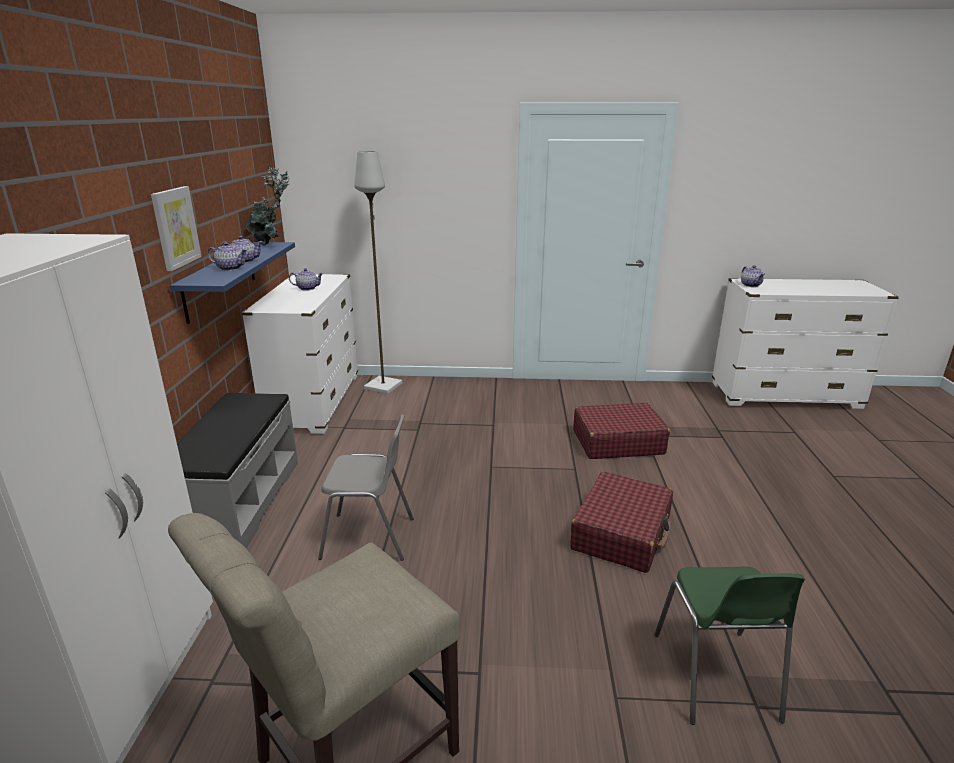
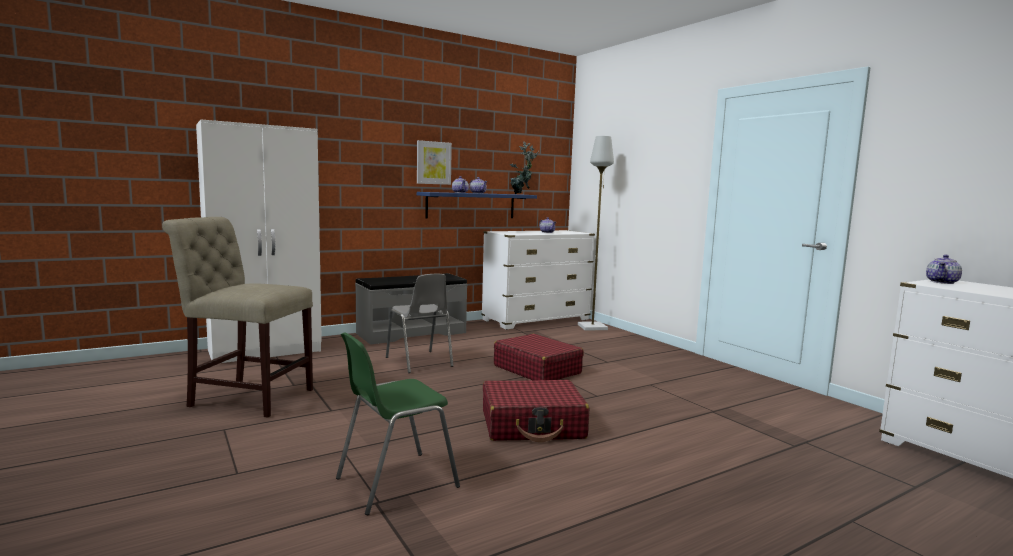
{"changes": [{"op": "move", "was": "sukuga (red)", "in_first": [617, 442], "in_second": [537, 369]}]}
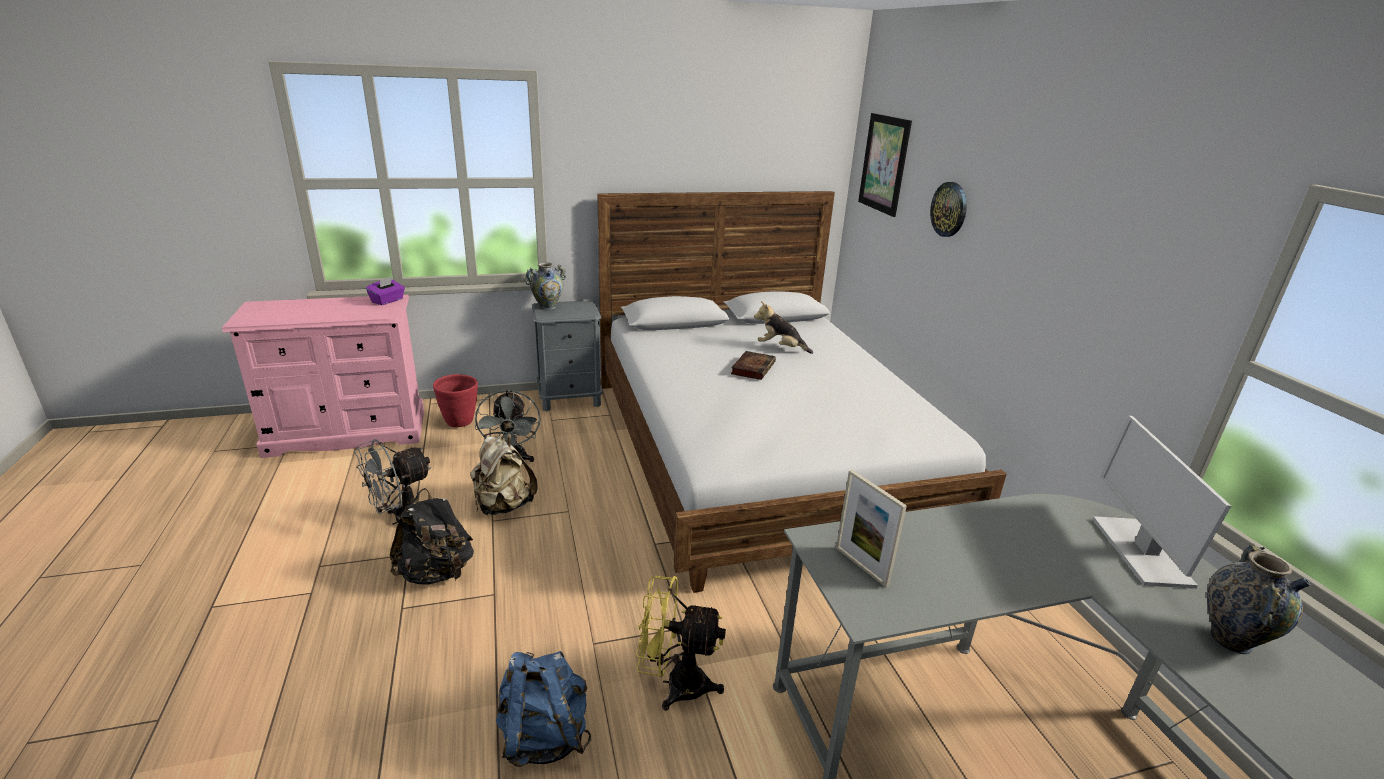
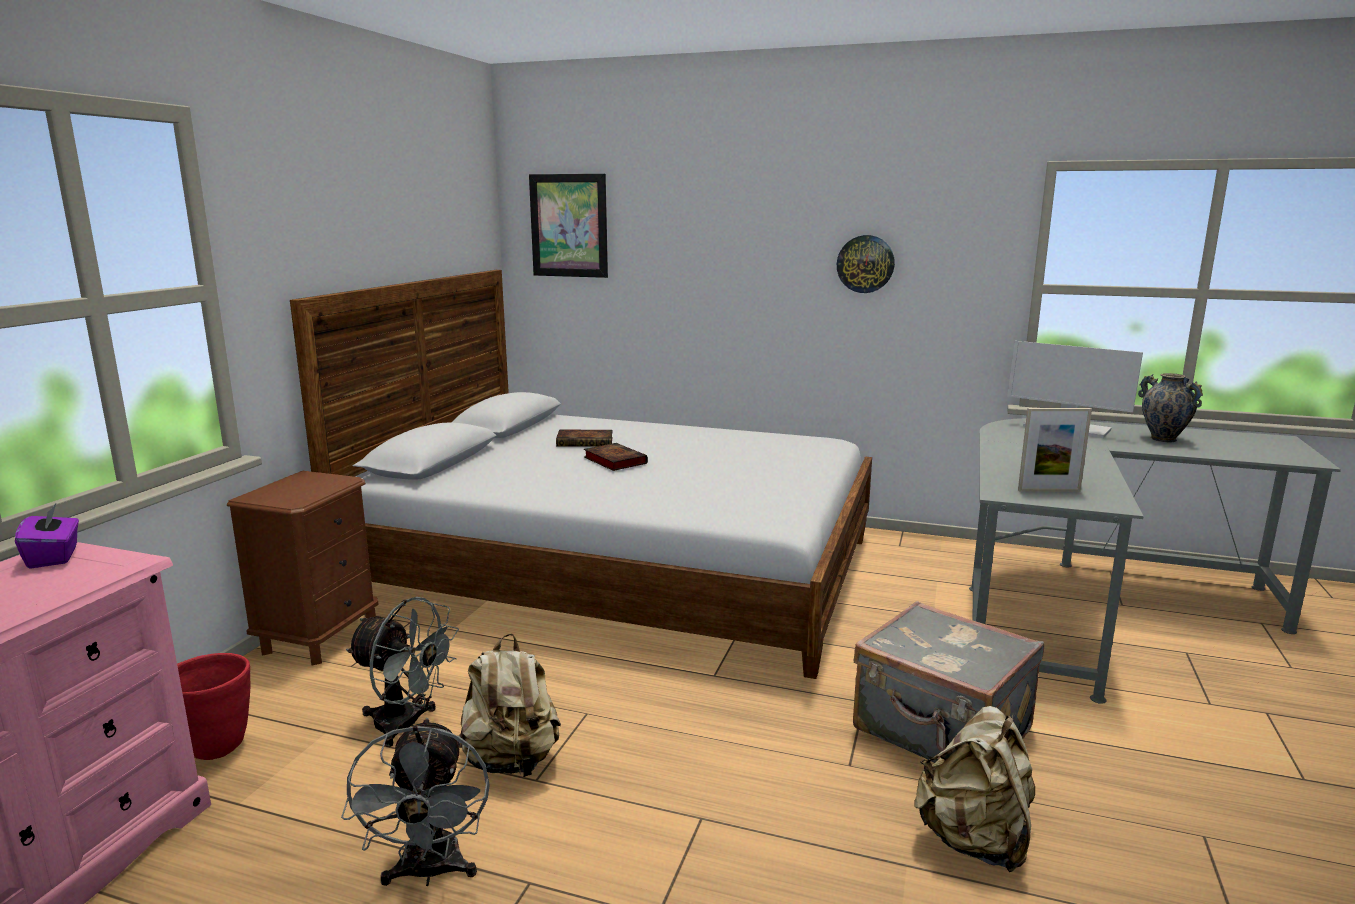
{"changes": [{"op": "delete", "was": "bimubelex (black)", "in_first": [436, 573]}, {"op": "recolor", "was": "bimubelex (blue)", "now": "bimubelex (beige)", "in_first": [543, 736], "in_second": [974, 840]}, {"op": "delete", "was": "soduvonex", "in_first": [547, 307]}, {"op": "recolor", "was": "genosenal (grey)", "now": "genosenal (brown)", "in_first": [570, 399], "in_second": [320, 637]}, {"op": "replace", "was": "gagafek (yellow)", "now": "sukuga (grey)", "in_first": [675, 684], "in_second": [941, 732]}, {"op": "replace", "was": "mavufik", "now": "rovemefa", "in_first": [780, 348], "in_second": [586, 442]}, {"op": "move", "was": "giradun", "in_first": [949, 209], "in_second": [865, 264]}]}
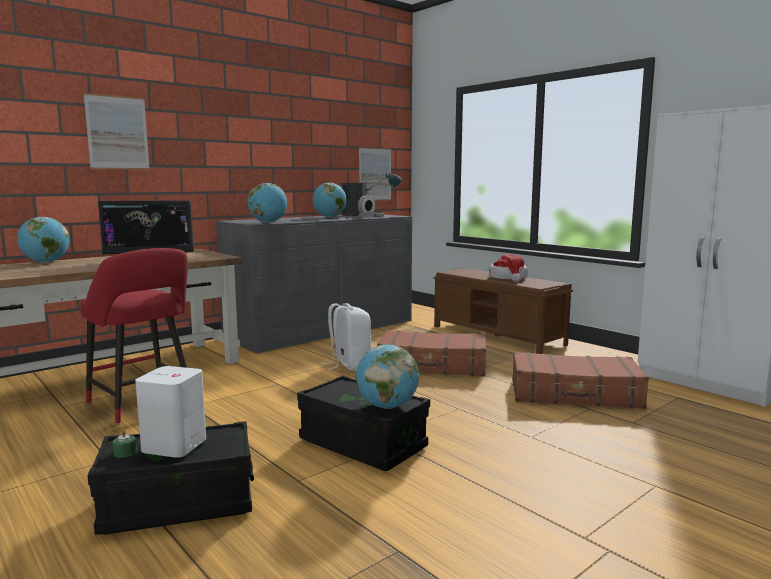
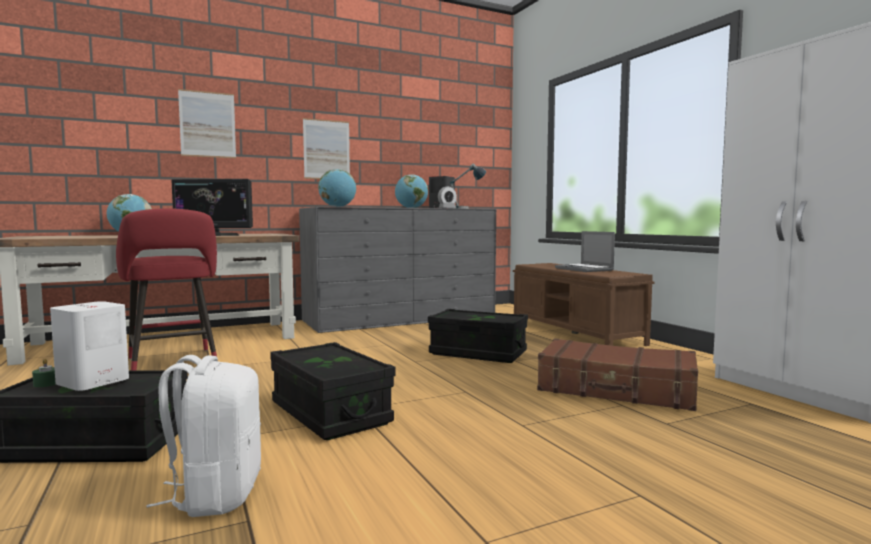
{"changes": [{"op": "move", "was": "bimubelex (white)", "in_first": [349, 365], "in_second": [215, 494]}, {"op": "delete", "was": "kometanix", "in_first": [387, 406]}, {"op": "move", "was": "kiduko", "in_first": [375, 174], "in_second": [326, 149]}, {"op": "replace", "was": "sukuga (brown)", "now": "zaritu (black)", "in_first": [432, 365], "in_second": [478, 353]}, {"op": "replace", "was": "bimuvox", "now": "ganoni", "in_first": [508, 278], "in_second": [585, 269]}]}
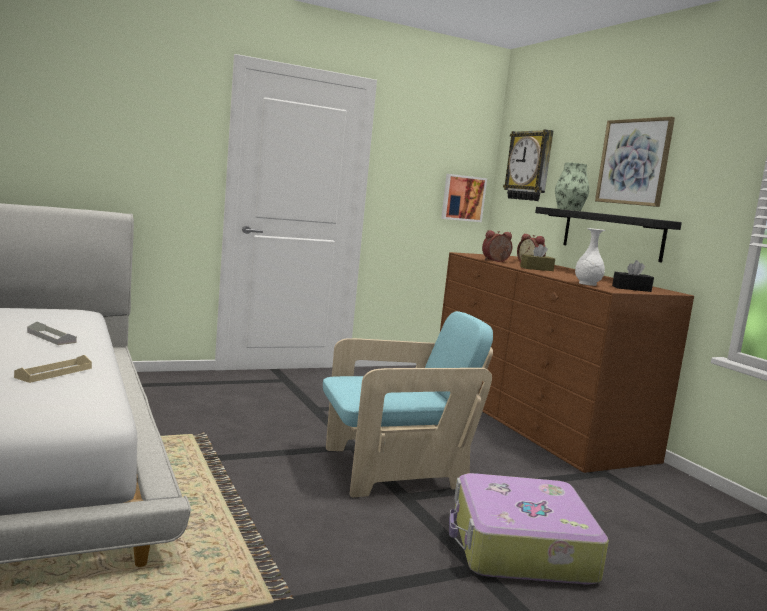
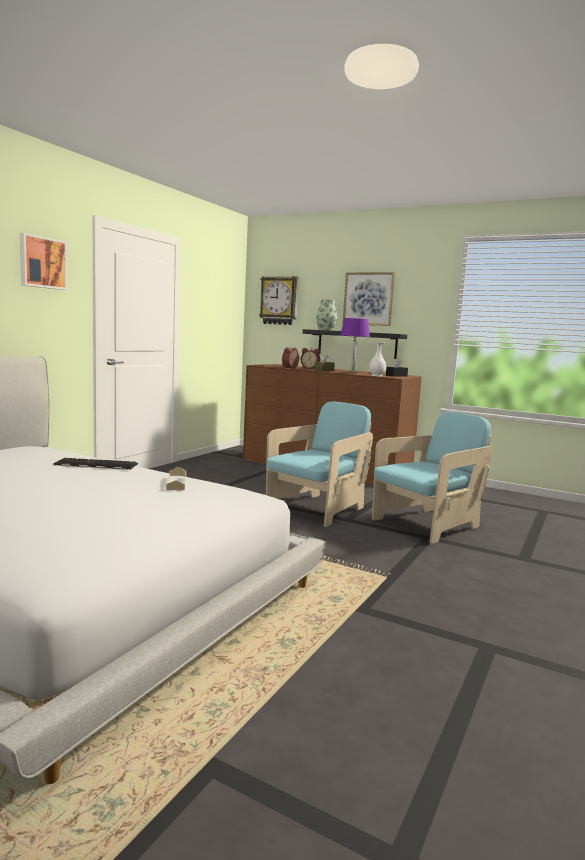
{"changes": [{"op": "replace", "was": "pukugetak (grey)", "now": "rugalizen", "in_first": [51, 337], "in_second": [95, 465]}, {"op": "move", "was": "kiduko", "in_first": [462, 198], "in_second": [42, 262]}, {"op": "replace", "was": "sukuga", "now": "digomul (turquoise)", "in_first": [519, 547], "in_second": [427, 525]}, {"op": "insert", "now": "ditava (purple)", "in_second": [352, 372]}]}
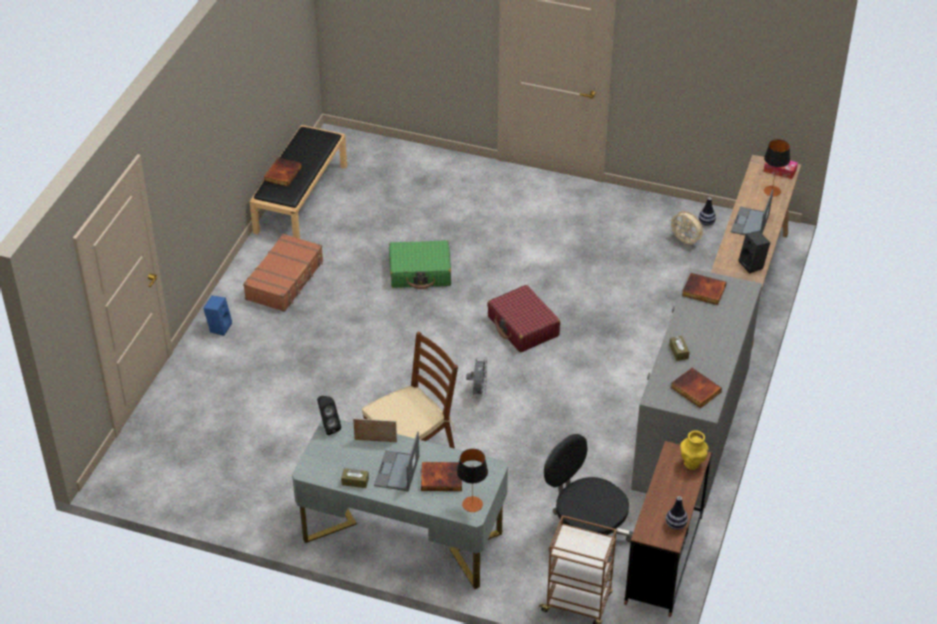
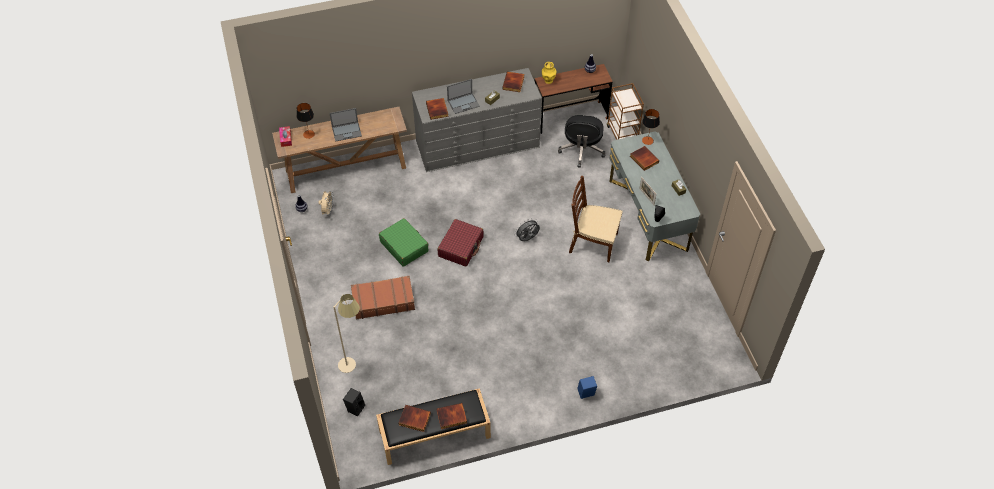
{"changes": [{"op": "move", "was": "sukuga (brown)", "in_first": [285, 280], "in_second": [383, 301]}, {"op": "move", "was": "ganoni", "in_first": [397, 471], "in_second": [463, 103]}, {"op": "move", "was": "sukuga (green)", "in_first": [420, 272], "in_second": [404, 246]}, {"op": "move", "was": "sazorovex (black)", "in_first": [753, 265], "in_second": [355, 407]}, {"op": "insert", "now": "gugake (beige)", "in_second": [354, 366]}, {"op": "insert", "now": "rovemefa", "in_second": [414, 419]}]}
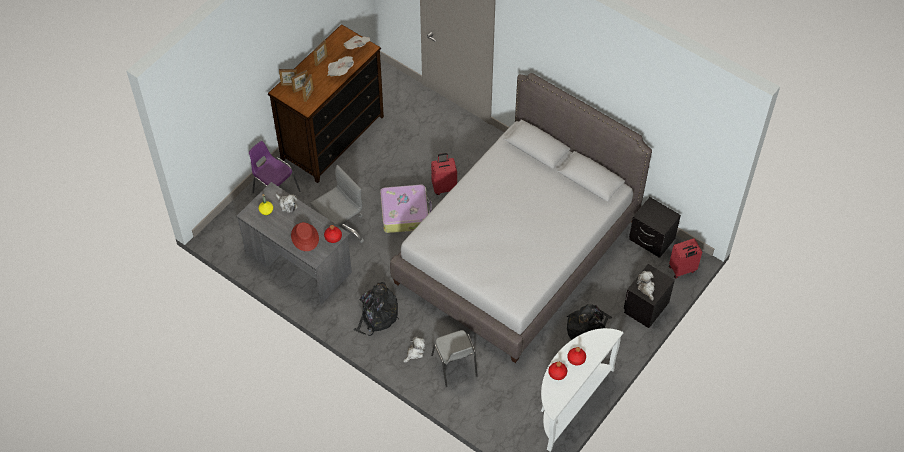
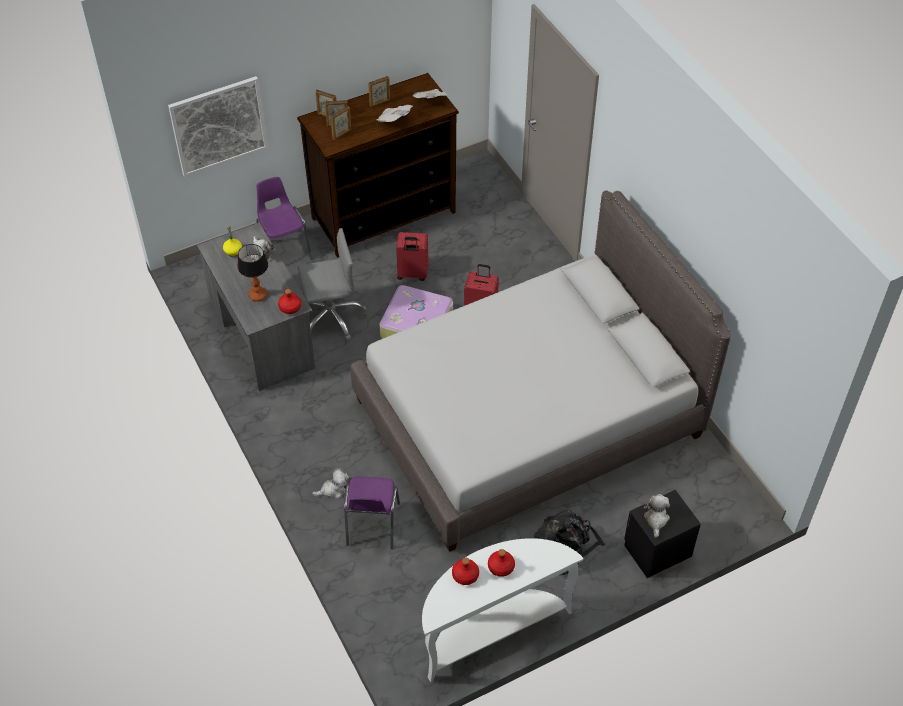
{"changes": [{"op": "replace", "was": "bimuvox (red)", "now": "ditava", "in_first": [305, 237], "in_second": [258, 295]}, {"op": "delete", "was": "bimubelex (black)", "in_first": [377, 316]}, {"op": "recolor", "was": "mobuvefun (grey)", "now": "mobuvefun (purple)", "in_first": [455, 366], "in_second": [372, 525]}, {"op": "delete", "was": "genosenal (black)", "in_first": [651, 240]}, {"op": "move", "was": "sukuga (red)", "in_first": [682, 270], "in_second": [412, 274]}, {"op": "insert", "now": "kiduko", "in_second": [218, 126]}]}
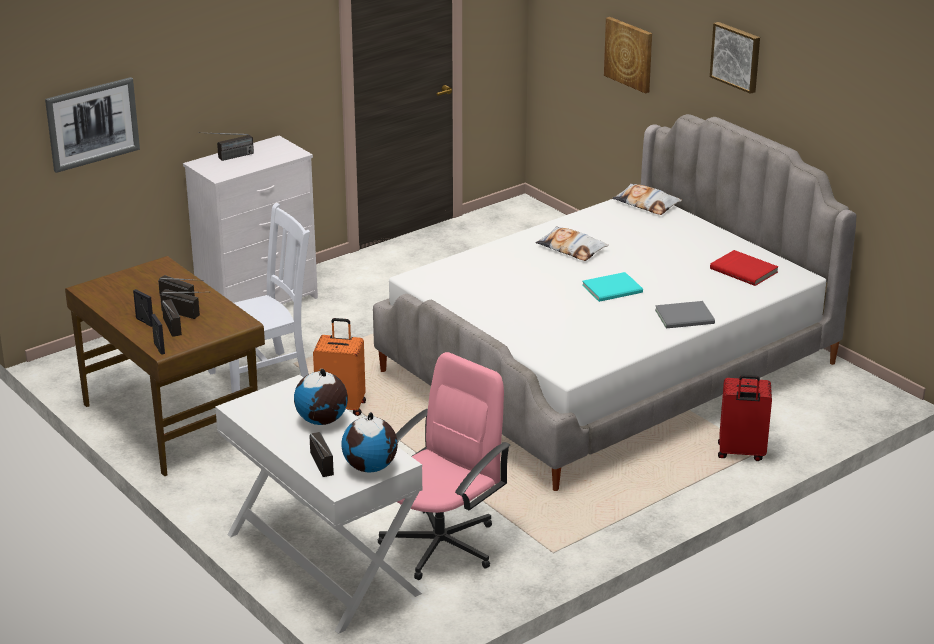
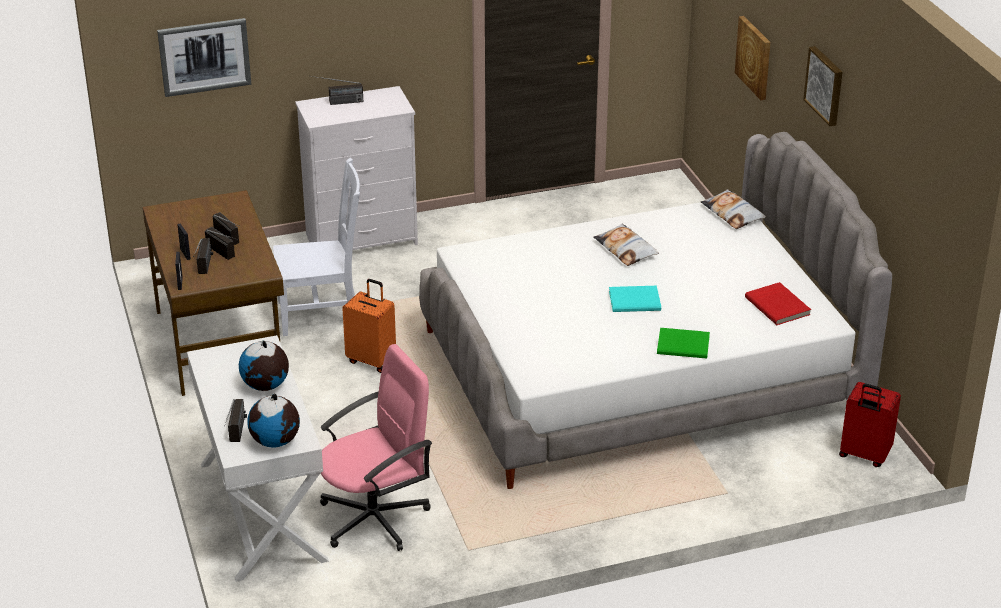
{"changes": [{"op": "recolor", "was": "rovemefa (grey)", "now": "rovemefa (green)", "in_first": [686, 317], "in_second": [684, 346]}, {"op": "move", "was": "sukuga (red)", "in_first": [741, 453], "in_second": [864, 455]}]}
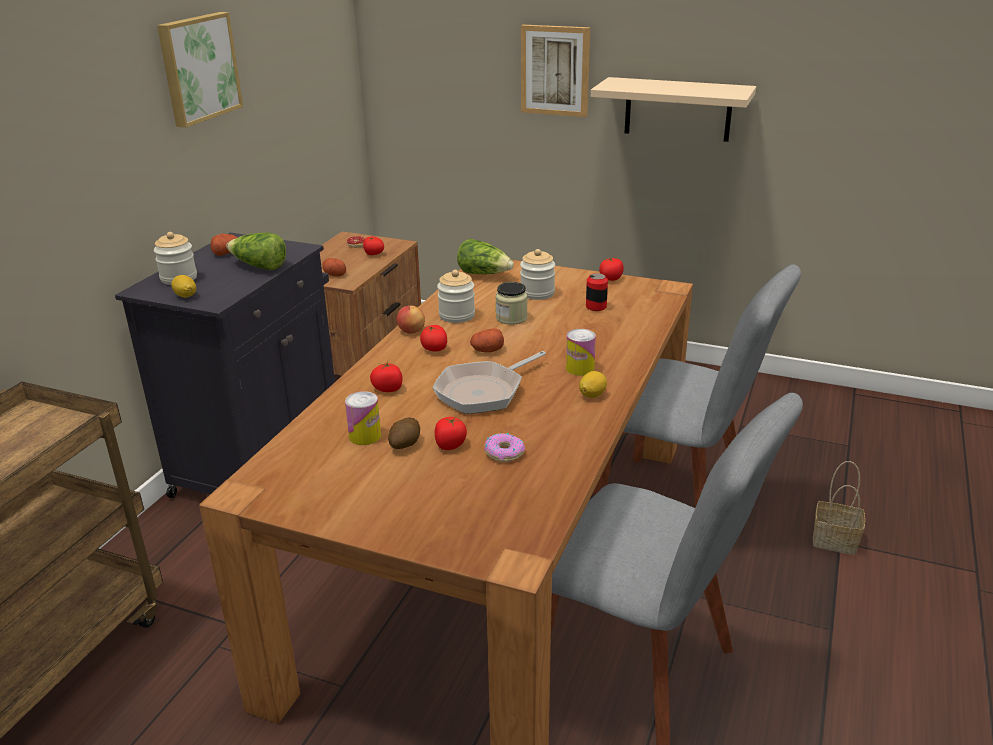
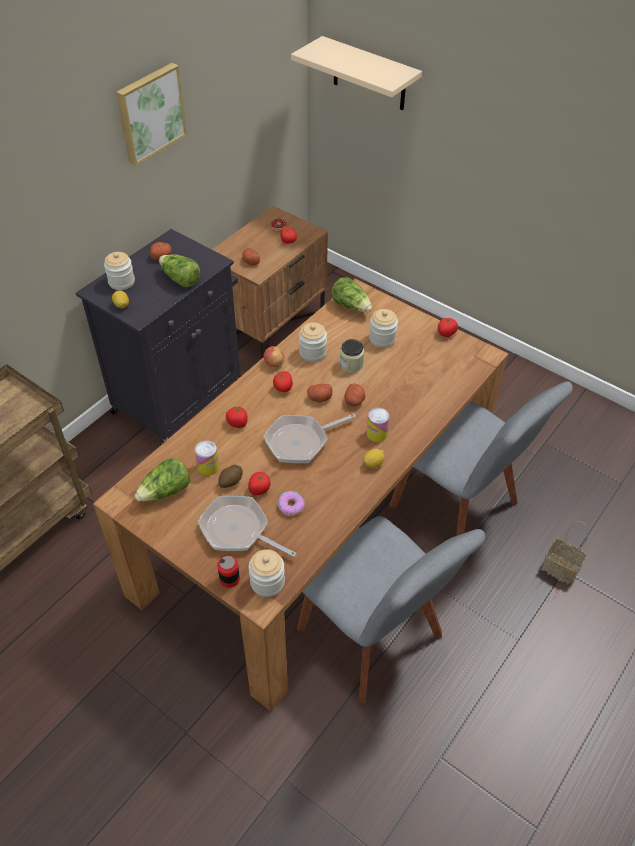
{"changes": [{"op": "delete", "was": "kiduko", "in_first": [555, 70]}, {"op": "move", "was": "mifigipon", "in_first": [596, 307], "in_second": [229, 579]}, {"op": "move", "was": "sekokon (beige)", "in_first": [677, 109], "in_second": [369, 75]}, {"op": "insert", "now": "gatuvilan", "in_second": [166, 491]}, {"op": "insert", "now": "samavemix", "in_second": [238, 530]}, {"op": "insert", "now": "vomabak", "in_second": [267, 582]}, {"op": "insert", "now": "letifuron", "in_second": [354, 401]}]}
